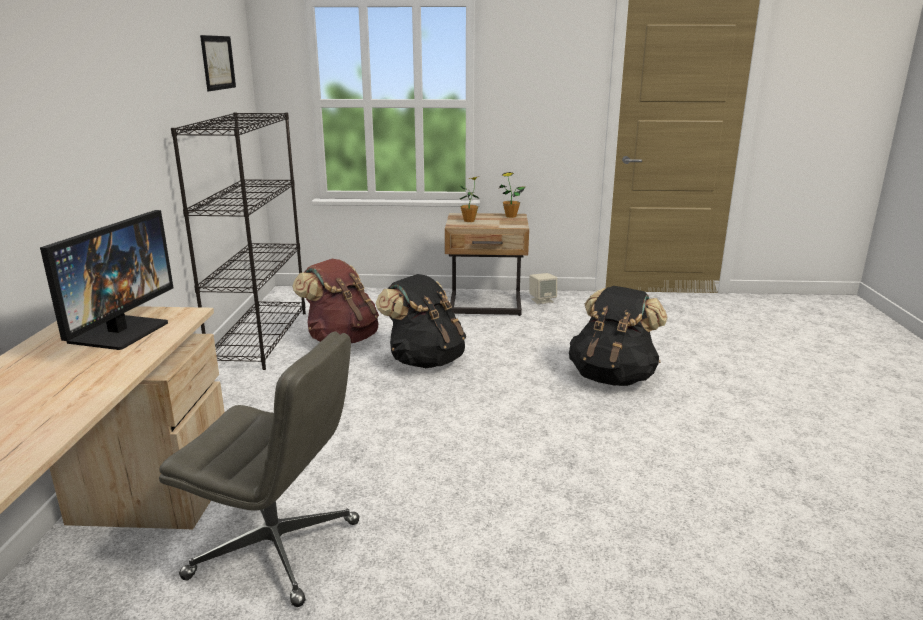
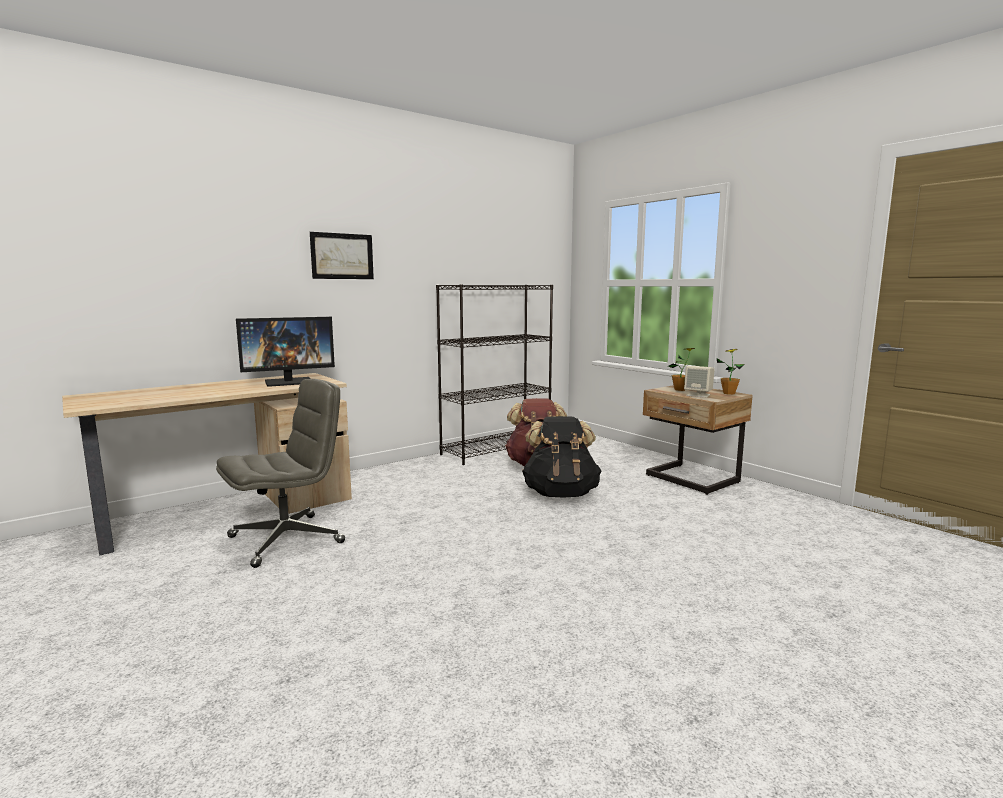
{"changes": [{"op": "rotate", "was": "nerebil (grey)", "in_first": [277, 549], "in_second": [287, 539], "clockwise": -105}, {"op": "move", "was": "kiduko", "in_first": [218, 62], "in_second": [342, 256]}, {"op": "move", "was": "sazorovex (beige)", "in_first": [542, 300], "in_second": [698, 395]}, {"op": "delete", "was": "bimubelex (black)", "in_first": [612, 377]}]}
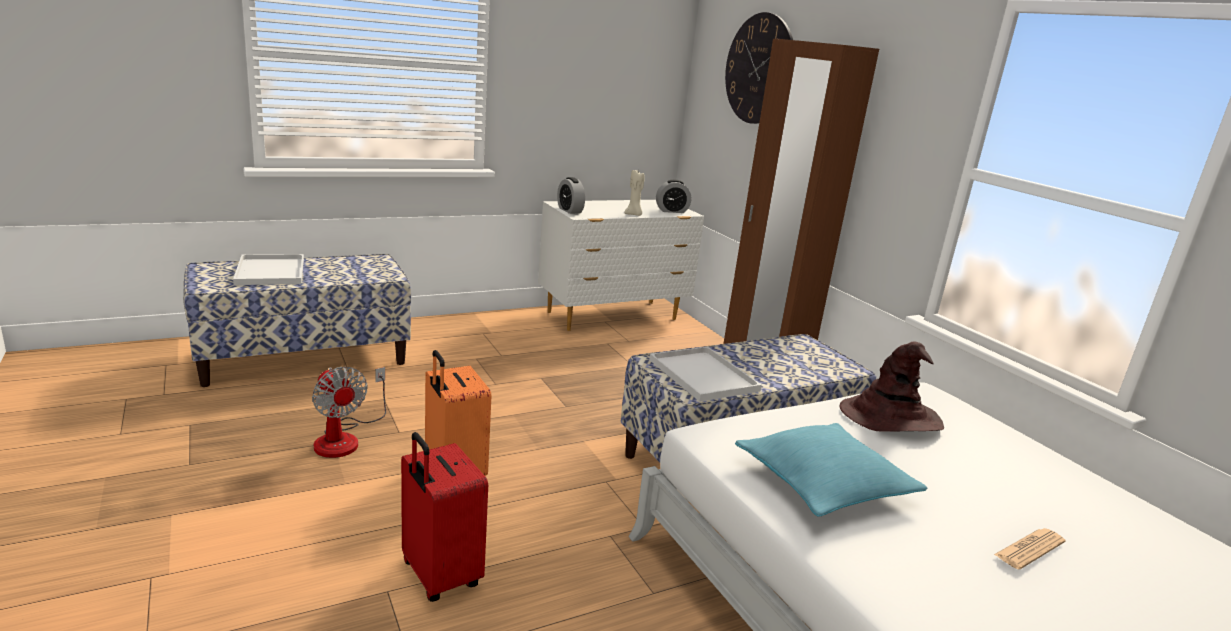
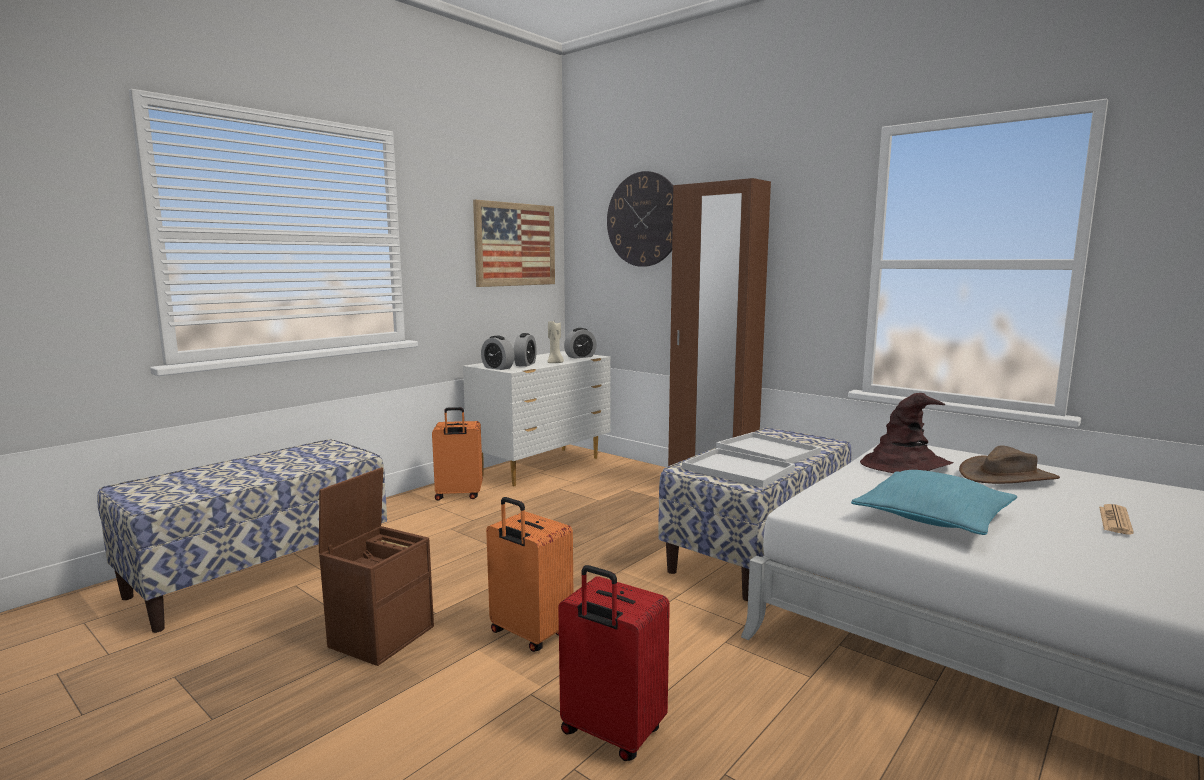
{"changes": [{"op": "move", "was": "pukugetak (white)", "in_first": [269, 271], "in_second": [765, 450]}, {"op": "replace", "was": "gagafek", "now": "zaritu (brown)", "in_first": [345, 438], "in_second": [382, 635]}, {"op": "insert", "now": "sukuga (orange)", "in_second": [458, 495]}, {"op": "insert", "now": "kiduko", "in_second": [515, 244]}, {"op": "insert", "now": "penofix", "in_second": [525, 364]}, {"op": "insert", "now": "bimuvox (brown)", "in_second": [1007, 476]}]}
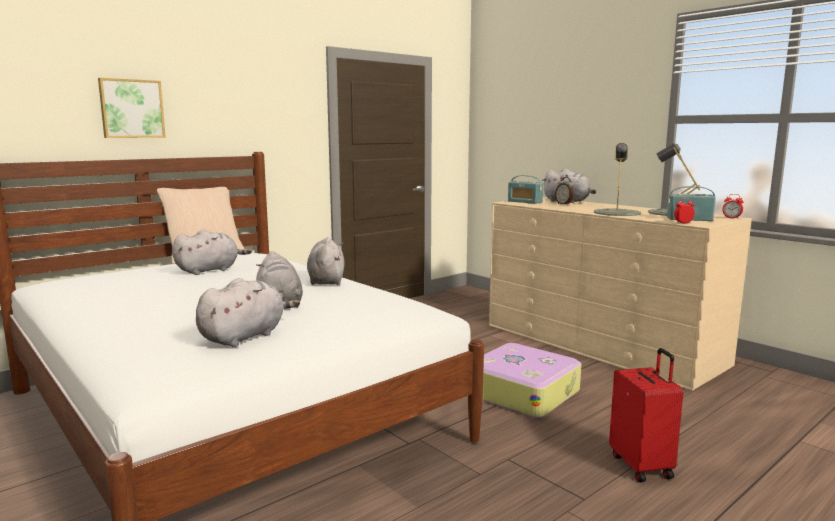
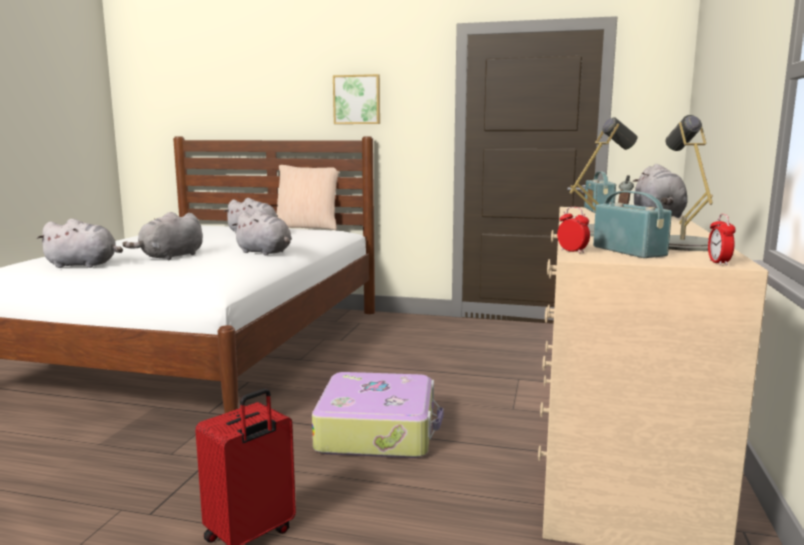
{"changes": [{"op": "move", "was": "kiduko", "in_first": [131, 109], "in_second": [357, 99]}, {"op": "rotate", "was": "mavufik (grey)", "in_first": [326, 280], "in_second": [265, 253], "clockwise": 75}]}
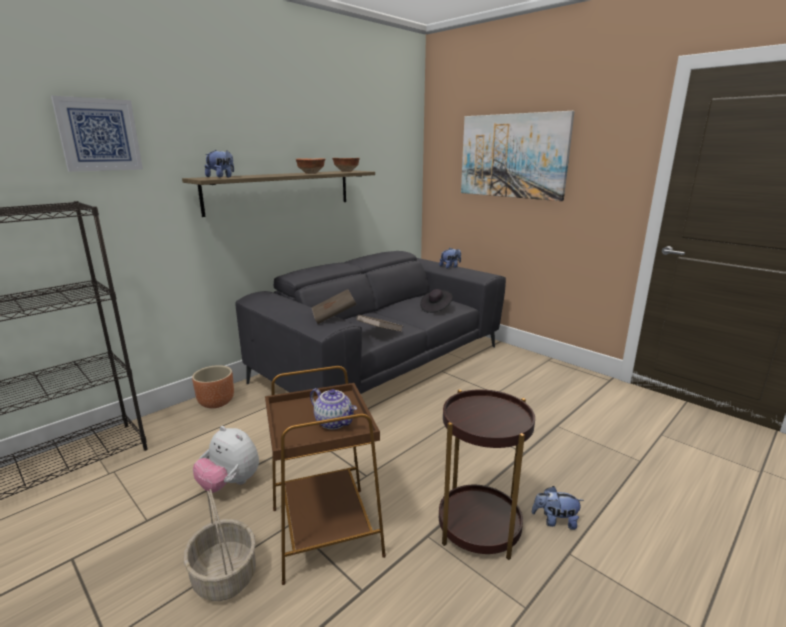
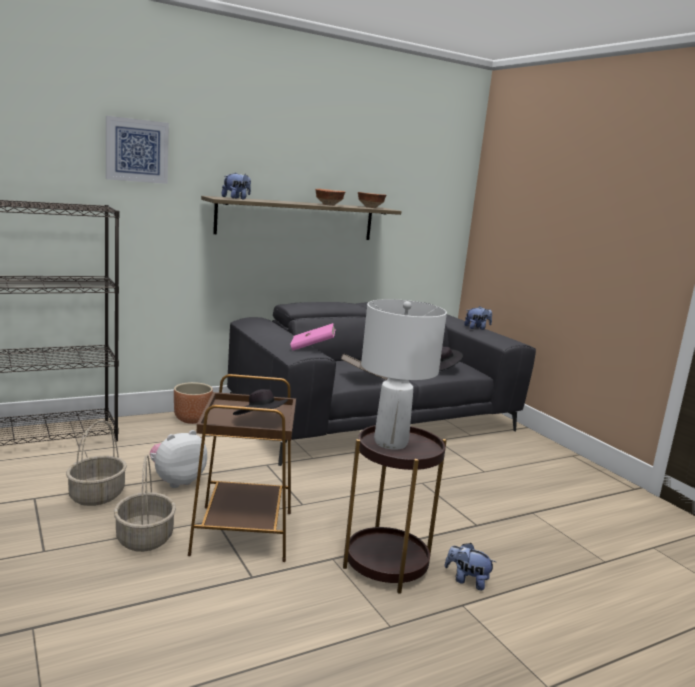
{"changes": [{"op": "rotate", "was": "mavufik", "in_first": [230, 484], "in_second": [176, 481], "clockwise": 90}, {"op": "replace", "was": "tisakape", "now": "bimuvox (black)", "in_first": [334, 422], "in_second": [261, 421]}, {"op": "recolor", "was": "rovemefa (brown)", "now": "rovemefa (pink)", "in_first": [334, 317], "in_second": [312, 348]}, {"op": "delete", "was": "kiduko", "in_first": [512, 156]}, {"op": "insert", "now": "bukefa", "in_second": [97, 496]}, {"op": "insert", "now": "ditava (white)", "in_second": [390, 442]}]}
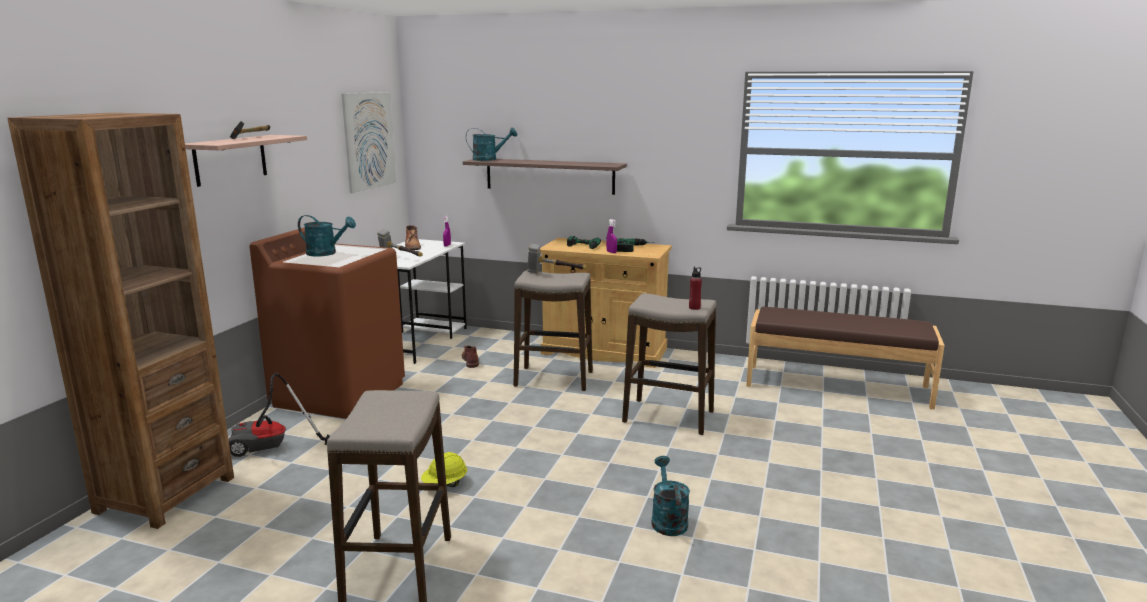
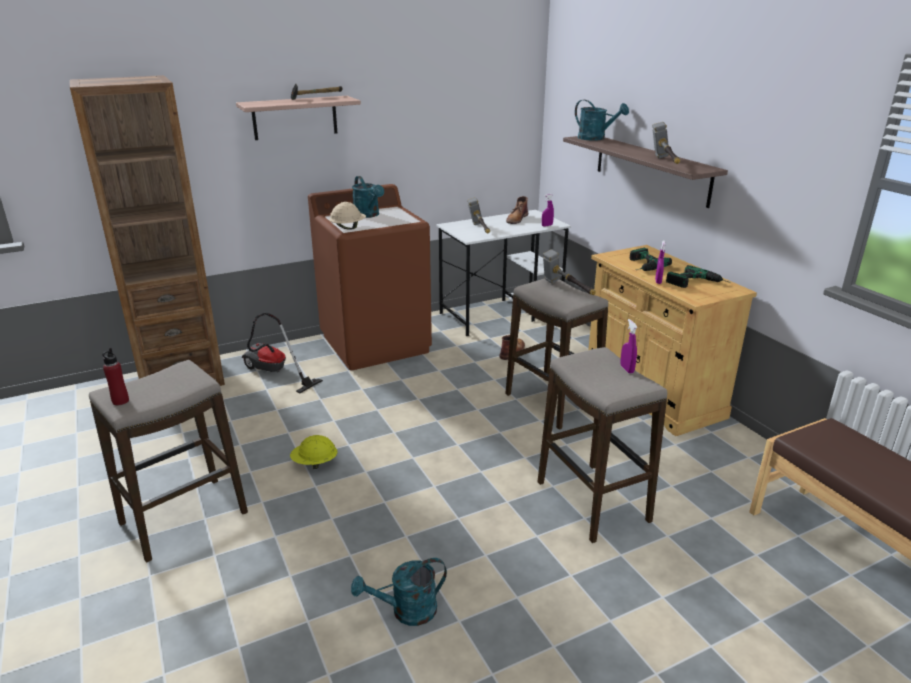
{"changes": [{"op": "delete", "was": "kiduko", "in_first": [369, 141]}, {"op": "rotate", "was": "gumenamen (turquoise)", "in_first": [667, 520], "in_second": [406, 611], "clockwise": -150}, {"op": "move", "was": "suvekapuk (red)", "in_first": [694, 308], "in_second": [120, 401]}, {"op": "insert", "now": "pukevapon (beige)", "in_second": [348, 228]}, {"op": "insert", "now": "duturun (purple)", "in_second": [627, 369]}, {"op": "insert", "now": "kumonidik", "in_second": [665, 163]}]}
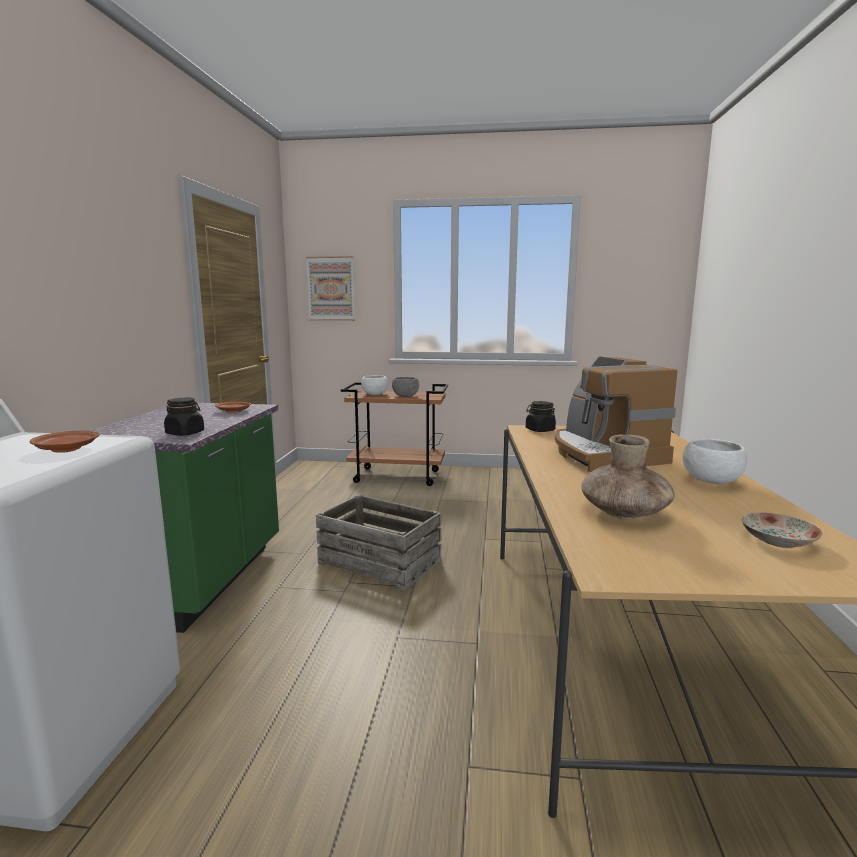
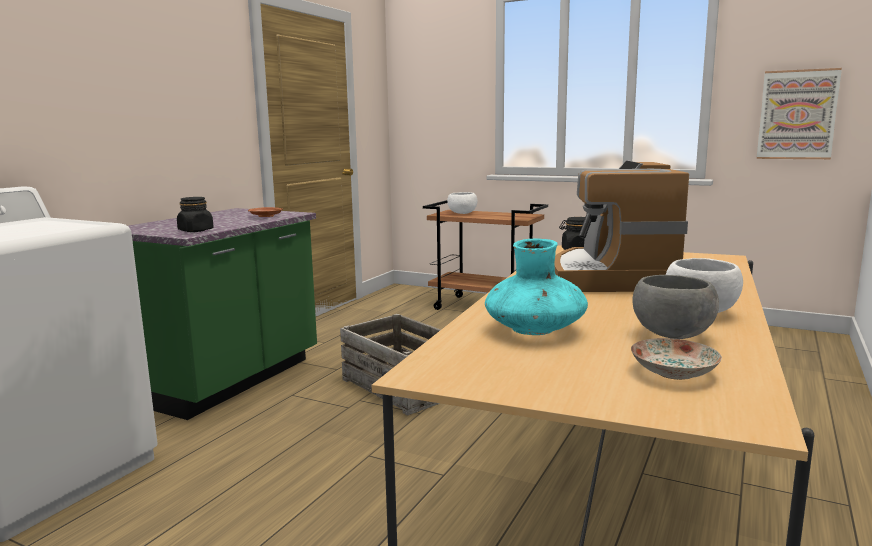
{"changes": [{"op": "delete", "was": "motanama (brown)", "in_first": [66, 449]}, {"op": "move", "was": "kiduko", "in_first": [331, 288], "in_second": [797, 115]}, {"op": "move", "was": "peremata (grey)", "in_first": [405, 396], "in_second": [672, 335]}, {"op": "recolor", "was": "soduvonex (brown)", "now": "soduvonex (turquoise)", "in_first": [624, 513], "in_second": [535, 330]}]}
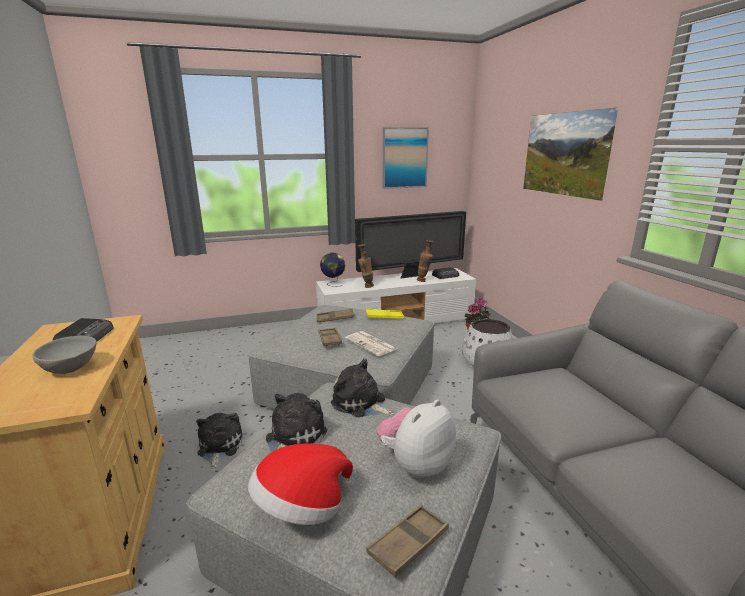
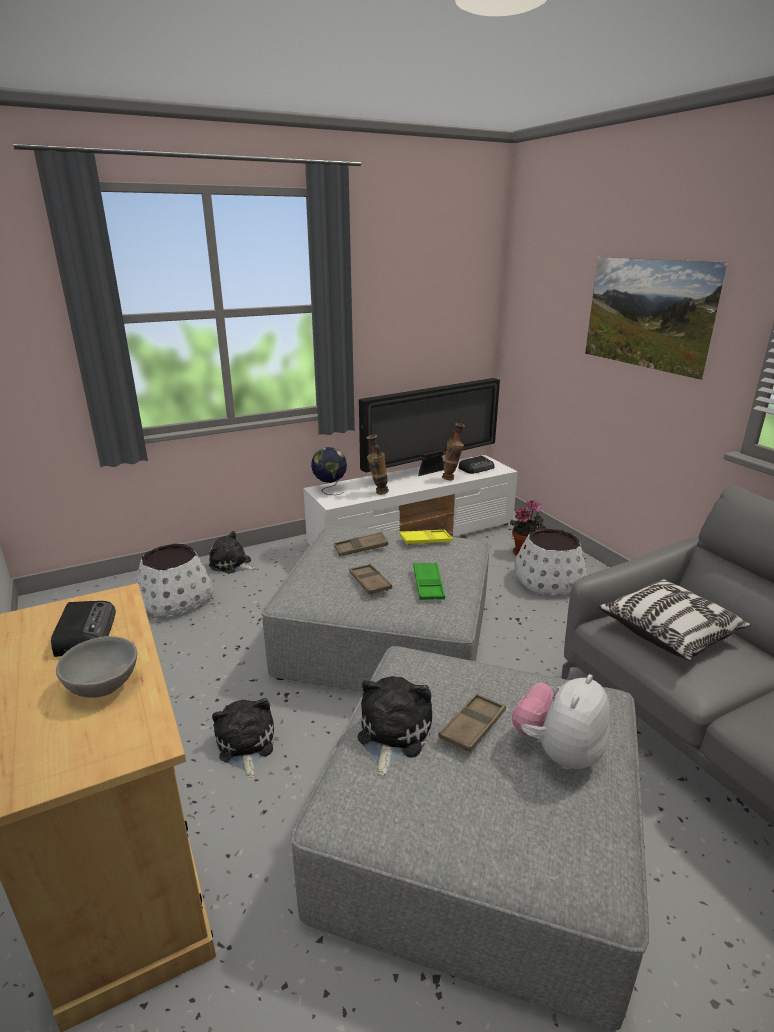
{"changes": [{"op": "delete", "was": "bimuvox", "in_first": [302, 508]}, {"op": "move", "was": "mavufik", "in_first": [360, 403], "in_second": [232, 564]}, {"op": "replace", "was": "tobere", "now": "pukugetak (green)", "in_first": [371, 344], "in_second": [428, 585]}, {"op": "move", "was": "pukugetak (brown)", "in_first": [408, 543], "in_second": [472, 726]}, {"op": "delete", "was": "kiduko", "in_first": [404, 158]}, {"op": "insert", "now": "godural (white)", "in_second": [176, 599]}, {"op": "insert", "now": "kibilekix", "in_second": [669, 632]}]}
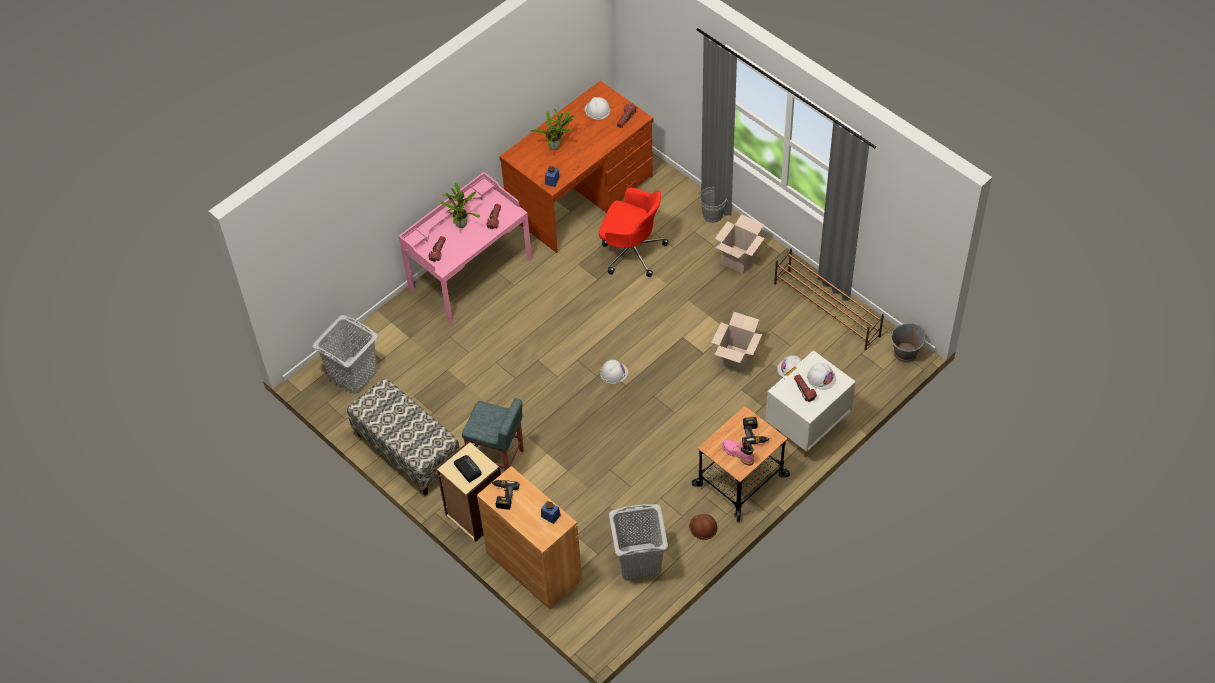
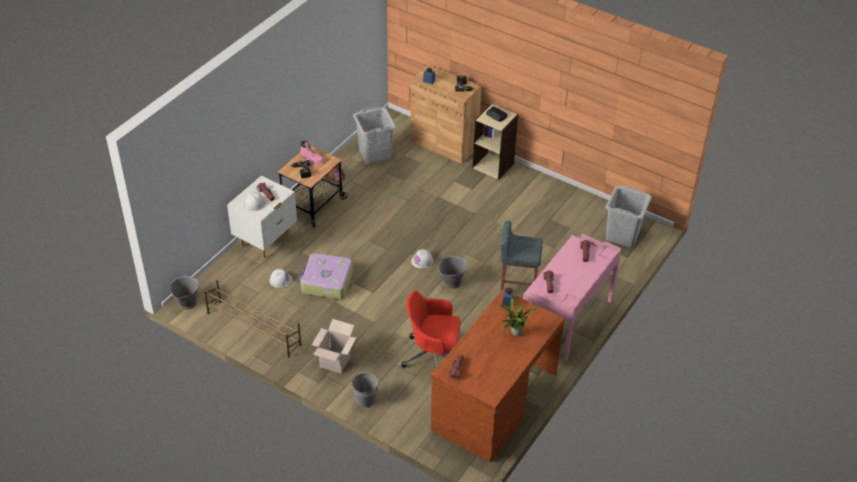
{"changes": [{"op": "delete", "was": "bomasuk", "in_first": [407, 451]}, {"op": "delete", "was": "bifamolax", "in_first": [461, 223]}, {"op": "move", "was": "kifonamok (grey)", "in_first": [497, 460], "in_second": [517, 285]}, {"op": "delete", "was": "pukevapon (white)", "in_first": [597, 110]}, {"op": "replace", "was": "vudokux", "now": "sukuga", "in_first": [735, 359], "in_second": [326, 282]}, {"op": "insert", "now": "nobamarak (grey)", "in_second": [452, 281]}]}
